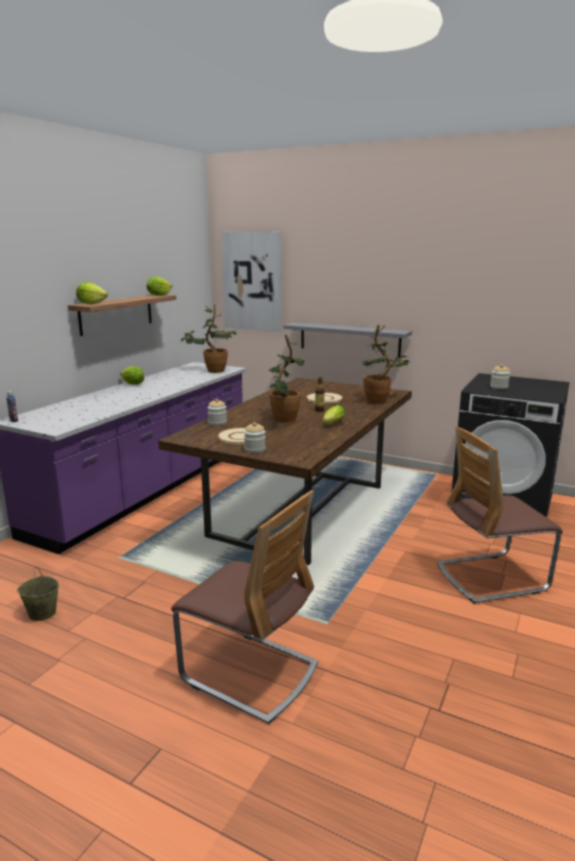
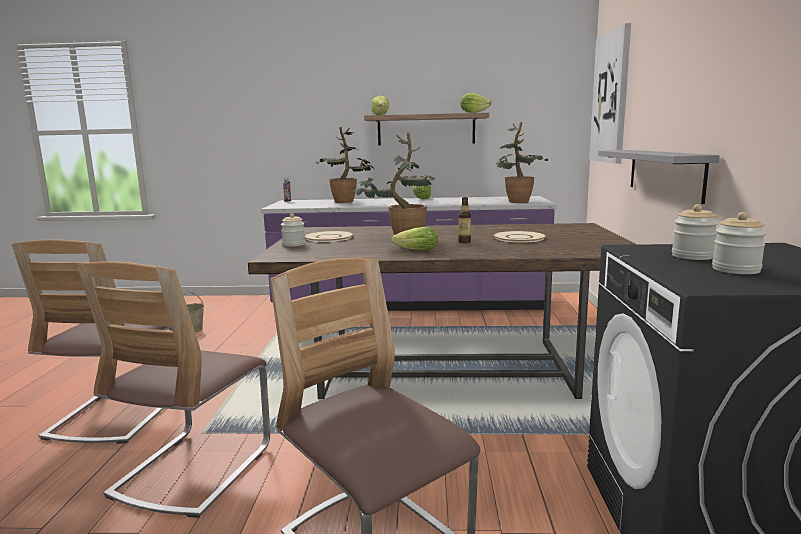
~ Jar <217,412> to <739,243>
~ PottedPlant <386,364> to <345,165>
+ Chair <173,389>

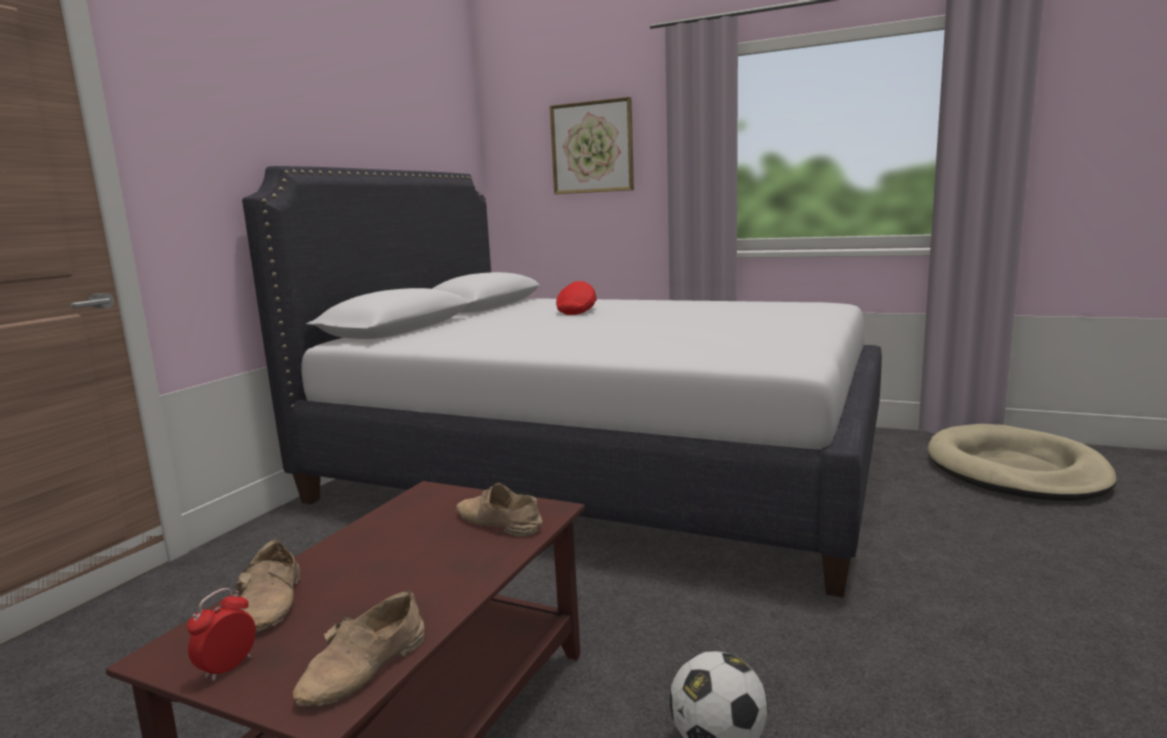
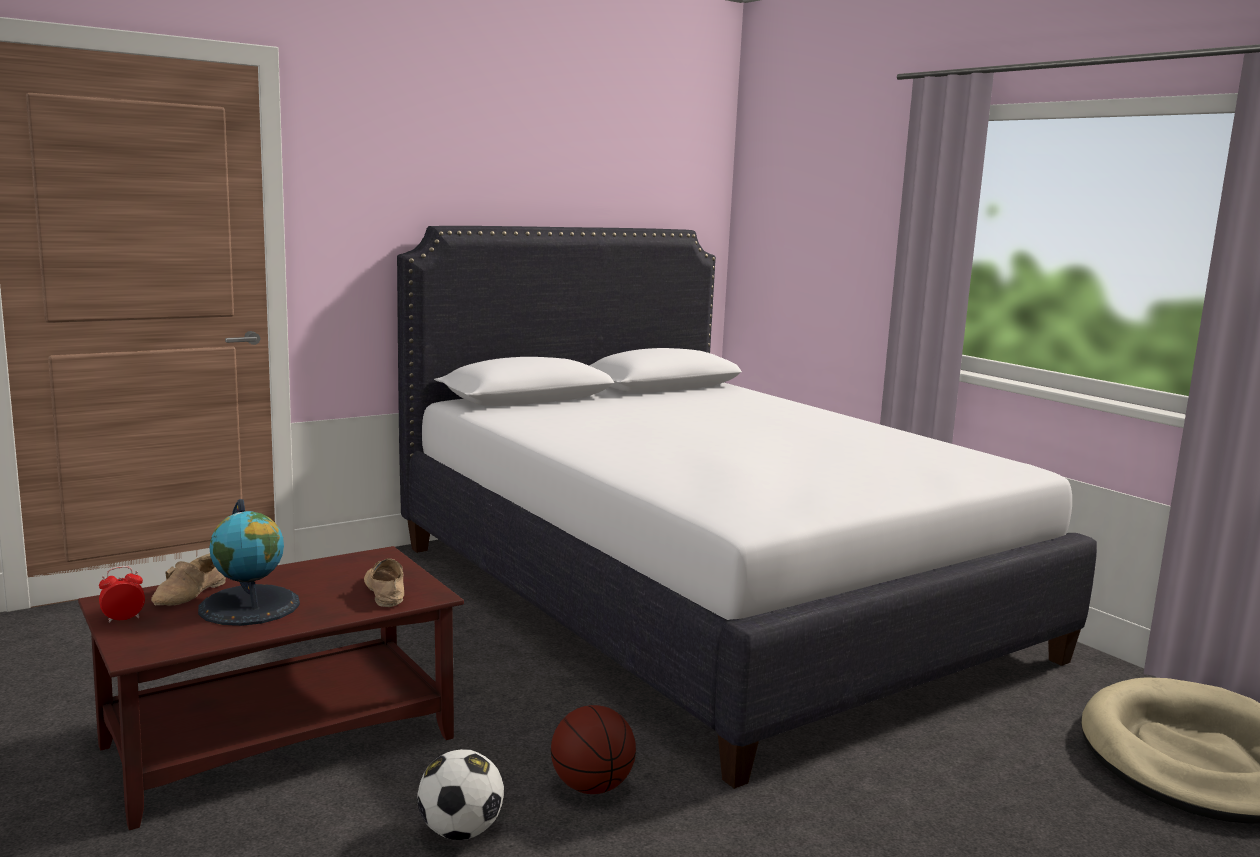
- BeigeShoe <358,648>
- Picture <592,145>
- RedCap <576,298>
+ Globe <249,562>
+ Basketball <593,749>

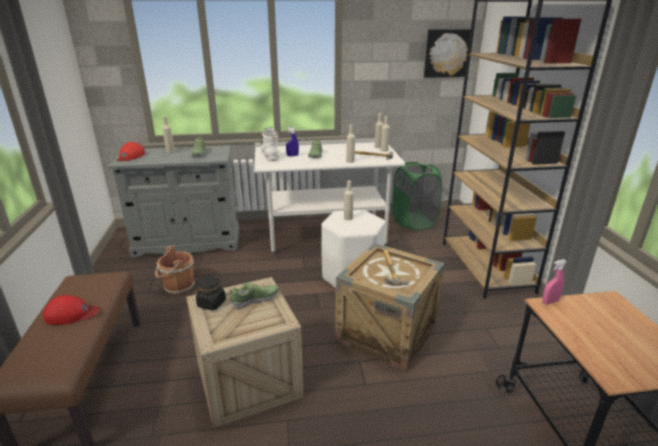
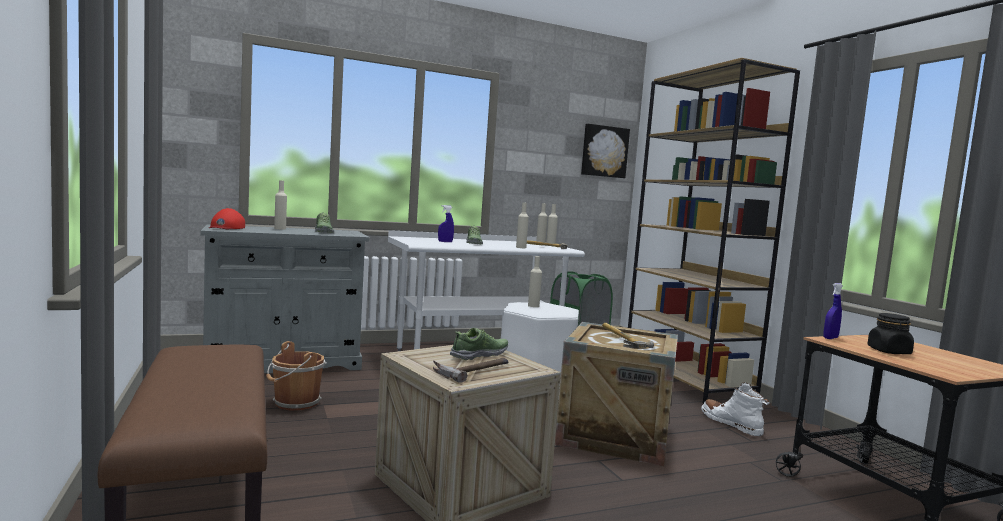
- RedCap <71,310>
~ BlackJar <211,292> to <890,333>
~ WhiteBoot <269,144> to <735,409>
~ PinkSprayBottle <554,281> to BlueSprayBottle <833,311>
+ Hammer <470,370>

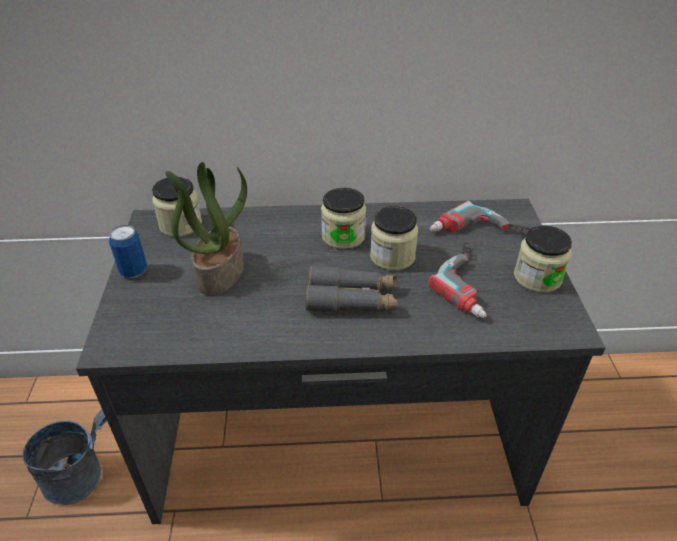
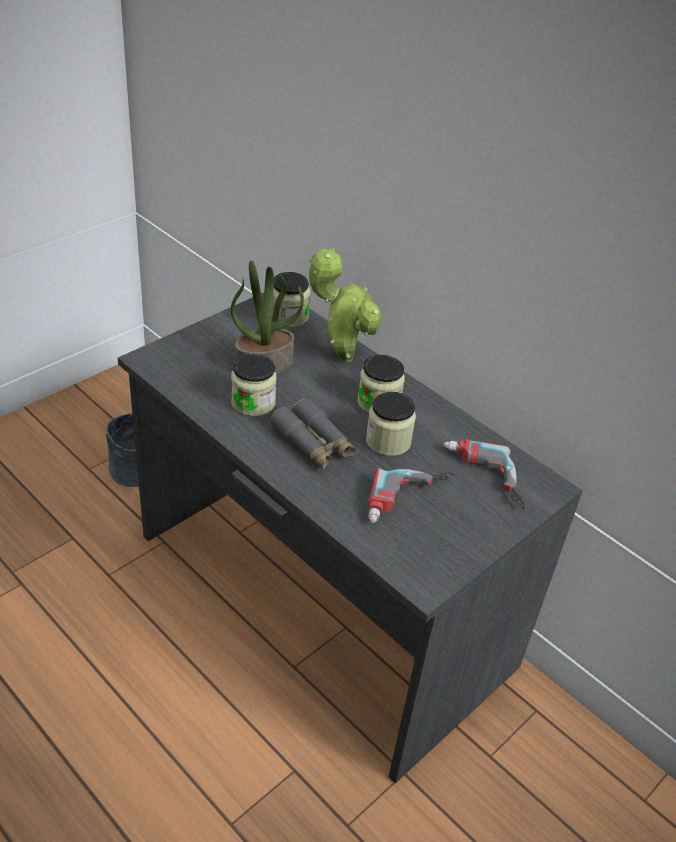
- Can <128,251>
~ Jar <543,259> to <254,385>
+ PottedPlant <345,305>

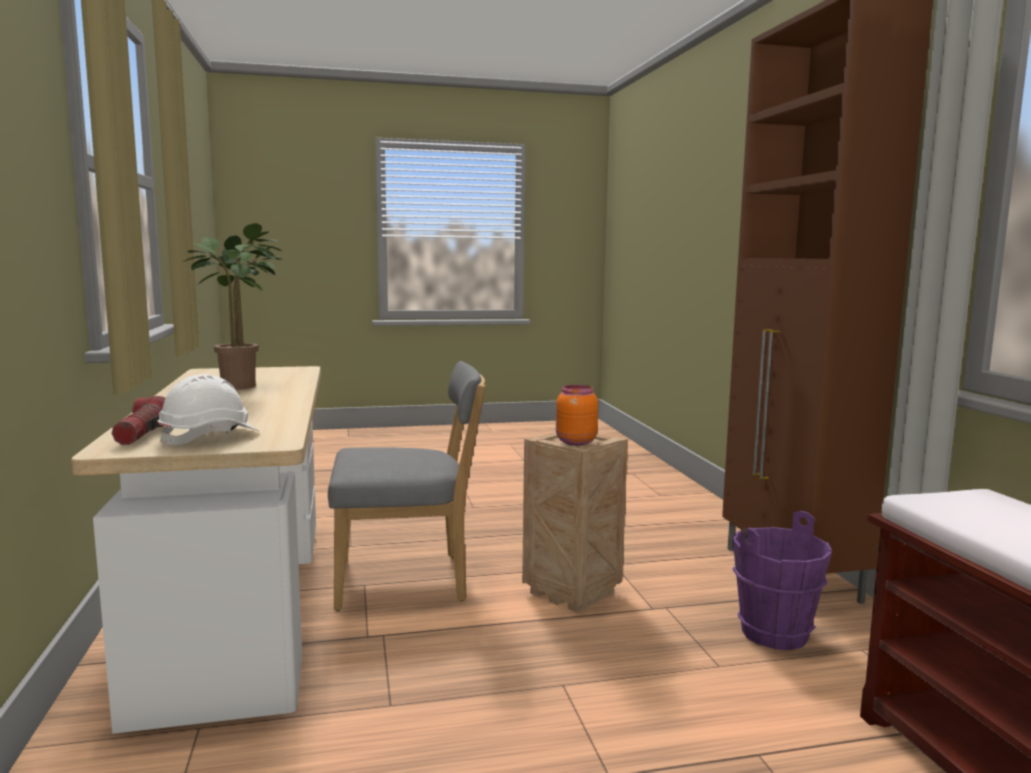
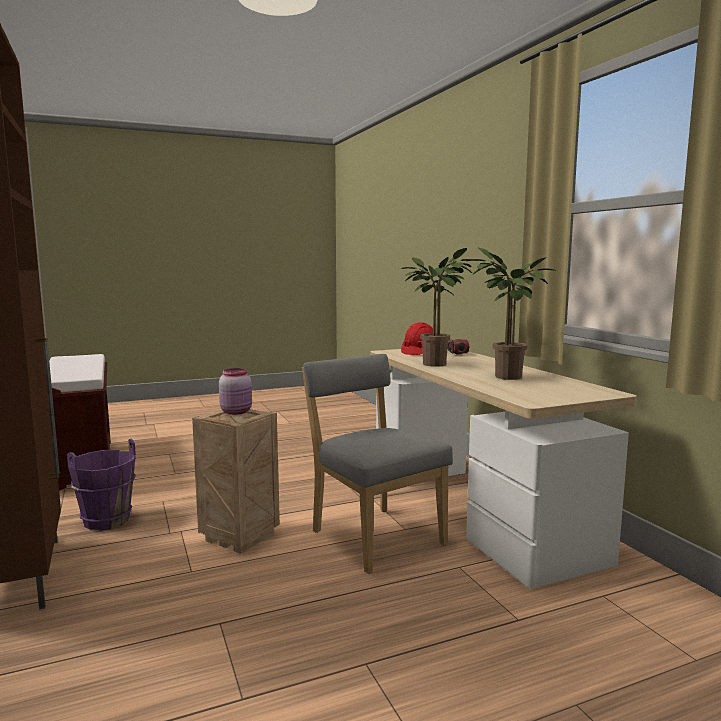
~ WhiteHardHat <208,411> to RedHardHat <417,338>
~ GreyChair <407,486> = <377,464> 75 degrees clockwise
~ OrangeJar <577,415> to PinkJar <235,391>
+ PottedPlant <437,307>

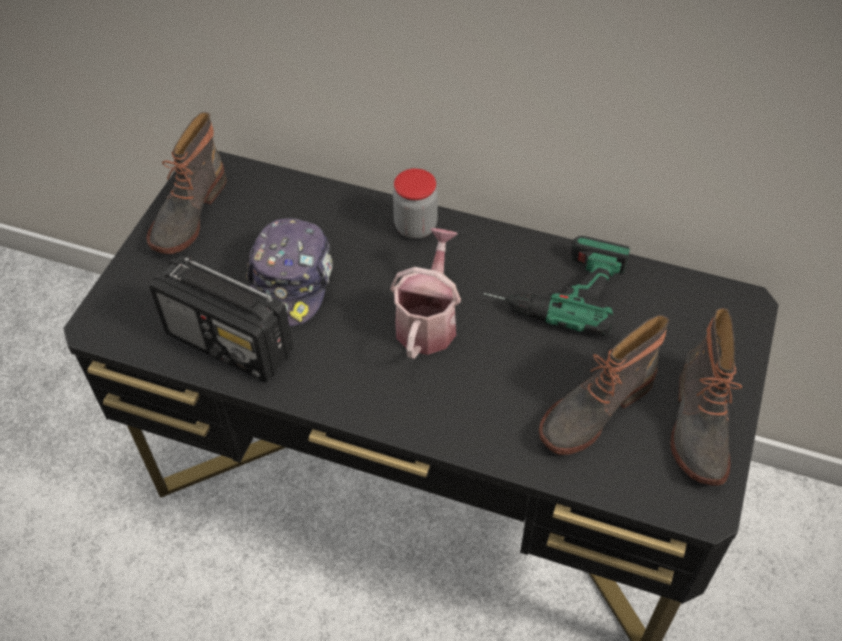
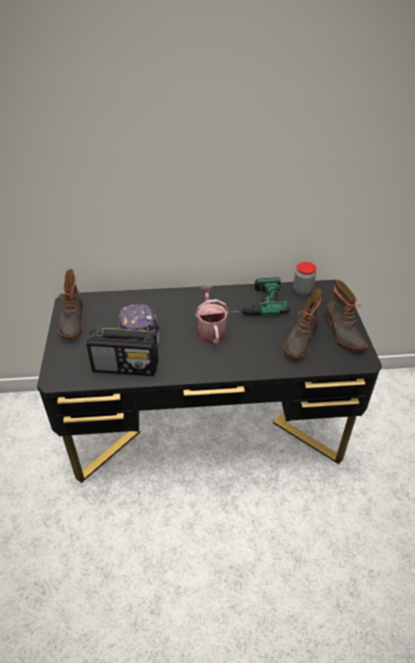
~ Jar <415,203> to <304,278>

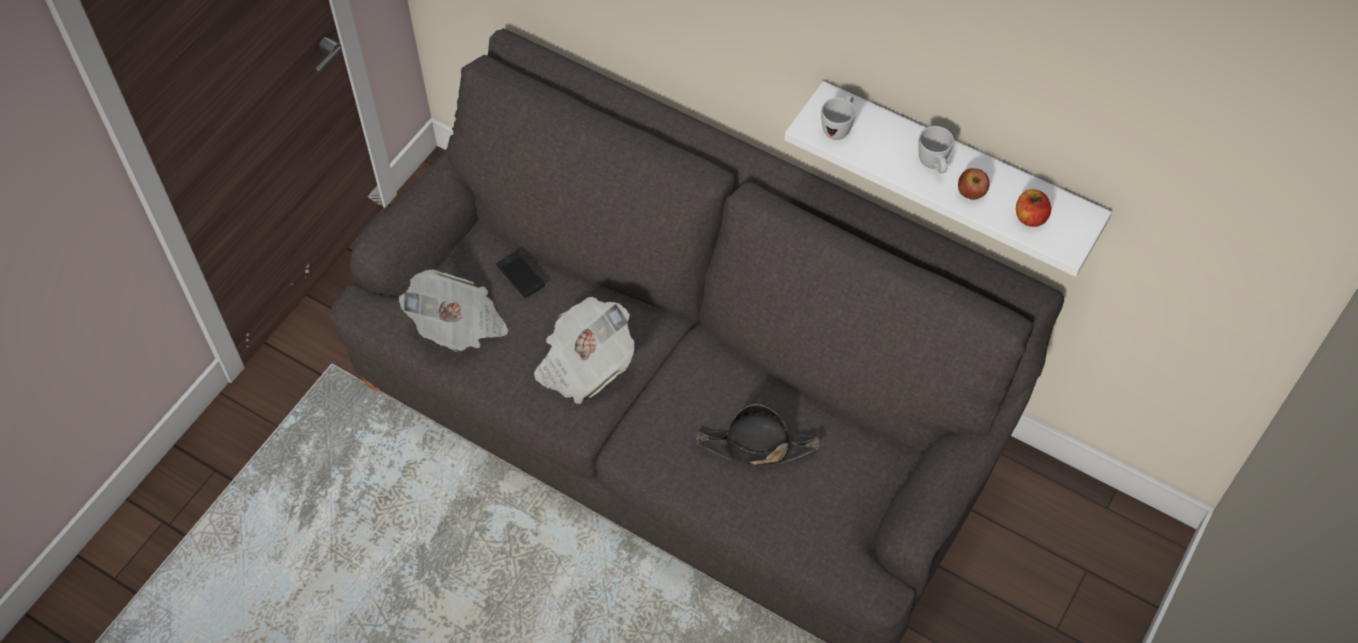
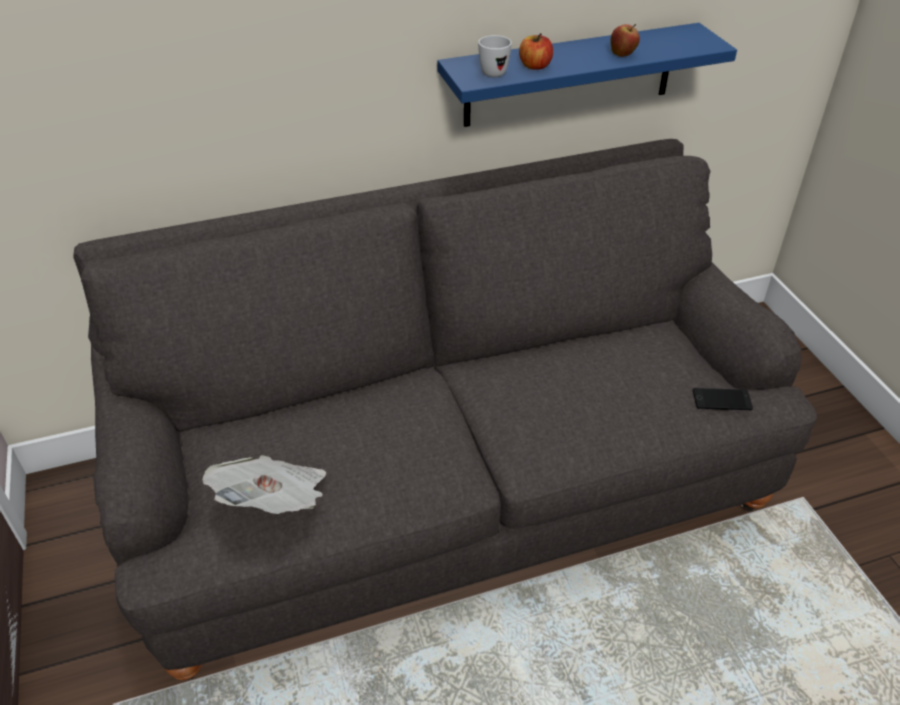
~ Phone <520,275> to <723,399>
- Newspaper <584,350>
- BlackHat <757,434>
~ WhiteShelf <948,179> to BlueShelf <587,75>
- WhiteMug <936,149>
~ Apple <1033,208> to <536,51>

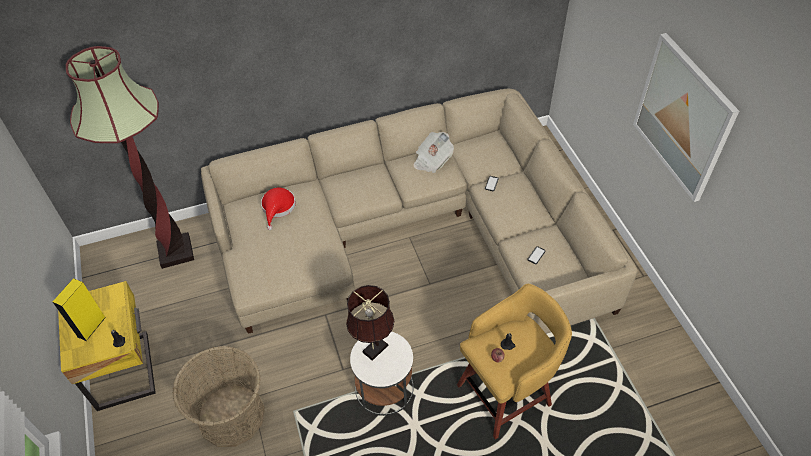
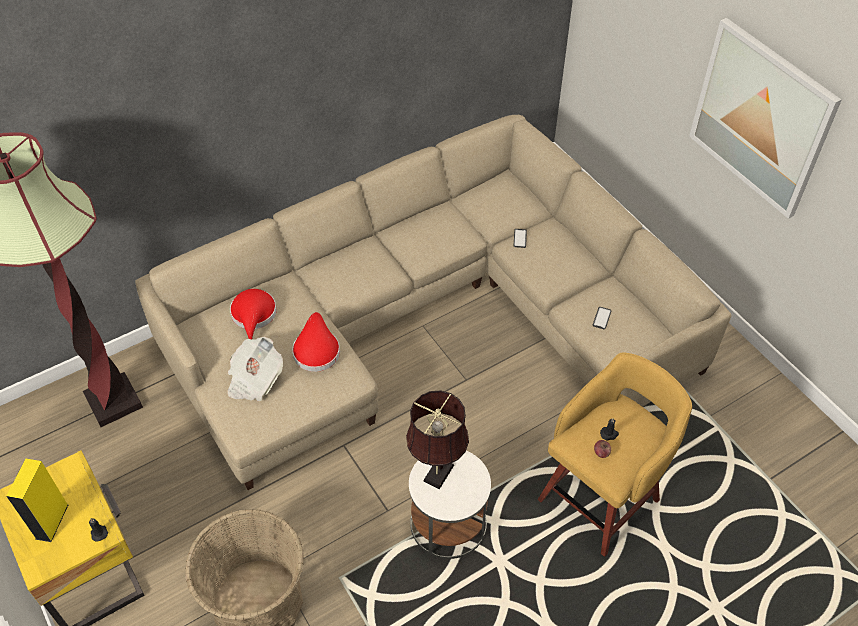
~ Newspaper <433,152> to <255,369>
+ RedHat <316,342>

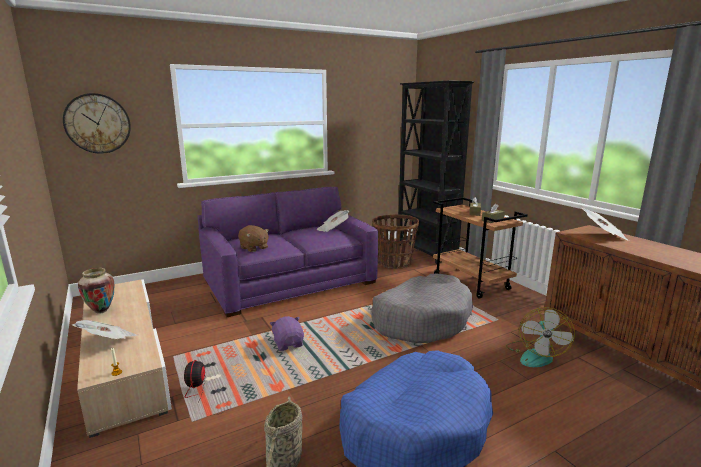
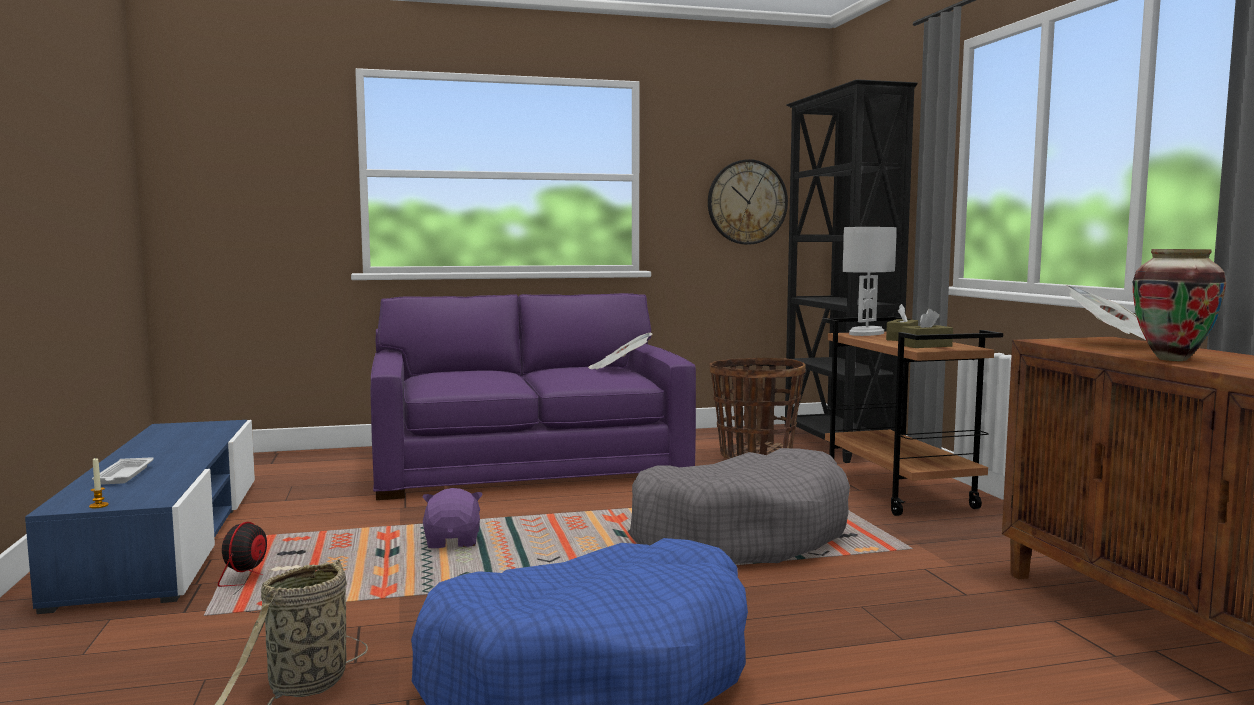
~ WallClock <97,123> to <748,202>
~ Newspaper <105,329> to WhiteTray <123,470>
~ BeigeTvStand <124,358> to BlueTvStand <140,517>
~ Vase <96,291> to <1179,305>
- BrownPlushToy <253,238>
- Fan <540,337>
+ WhiteTableLamp <870,281>

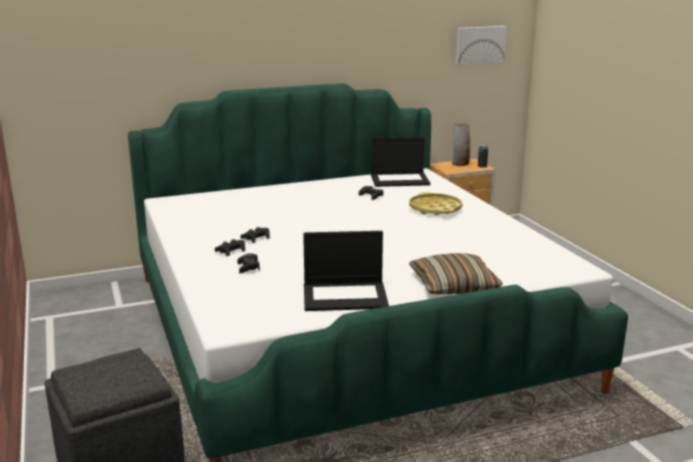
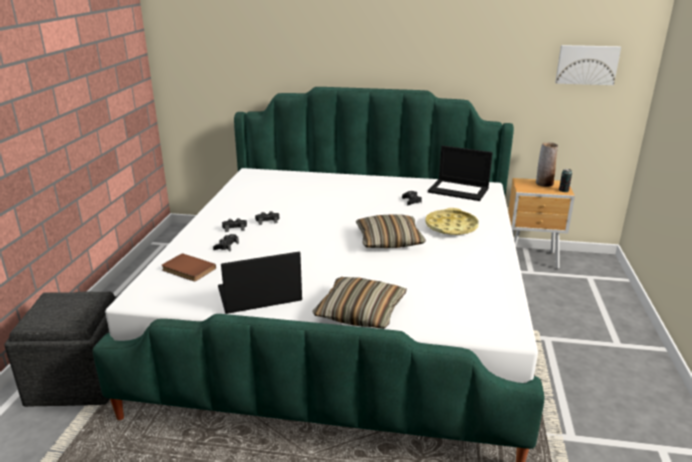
~ Laptop <346,271> = <260,283> 135 degrees clockwise
+ BrownBook <189,267>
+ Pillow <390,231>

